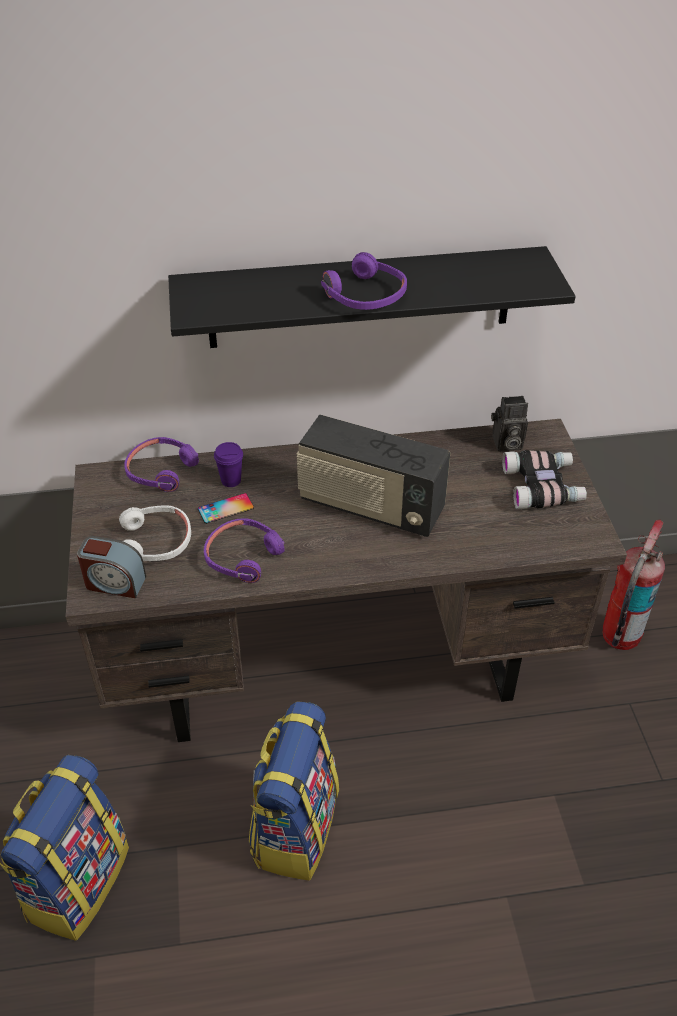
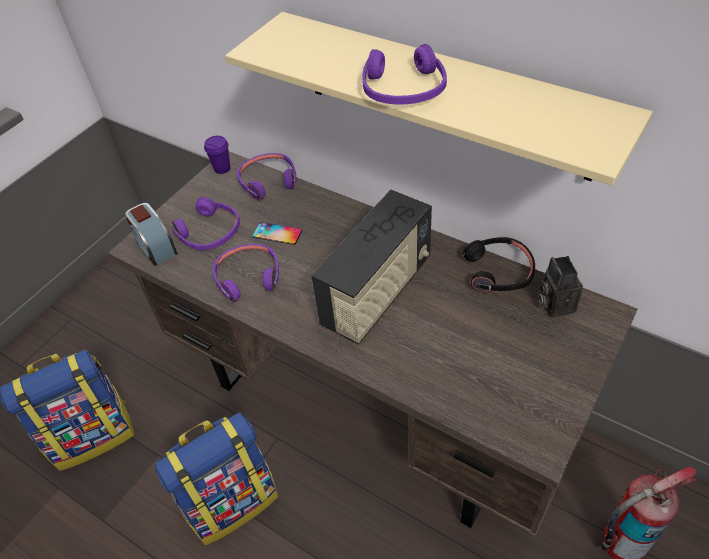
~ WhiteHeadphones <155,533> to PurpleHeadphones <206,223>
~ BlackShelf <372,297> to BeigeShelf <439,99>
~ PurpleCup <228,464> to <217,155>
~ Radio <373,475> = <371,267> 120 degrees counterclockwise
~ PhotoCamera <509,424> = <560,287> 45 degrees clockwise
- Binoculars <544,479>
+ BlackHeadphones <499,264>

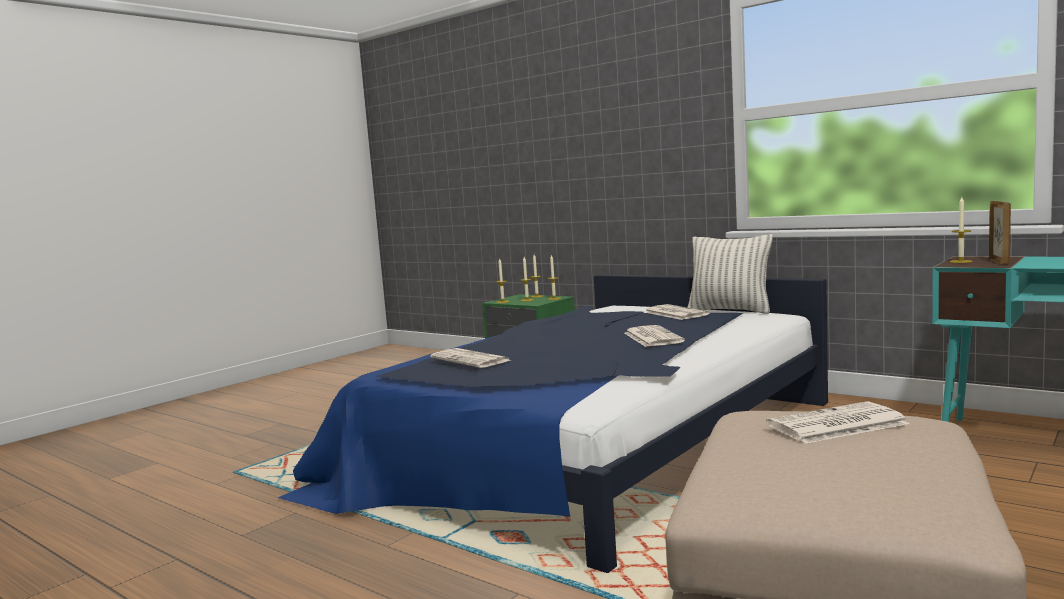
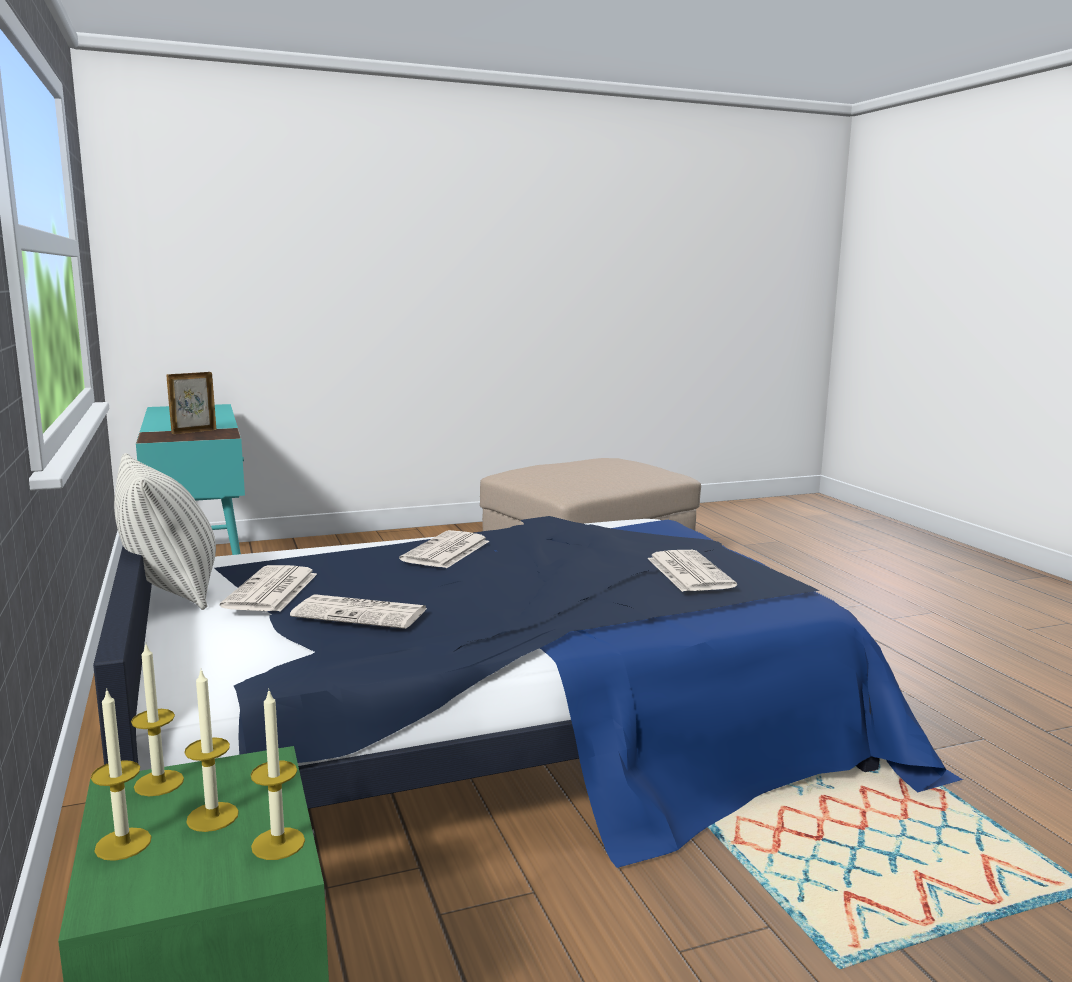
~ Newspaper <838,422> to <359,611>
- Candle <961,230>

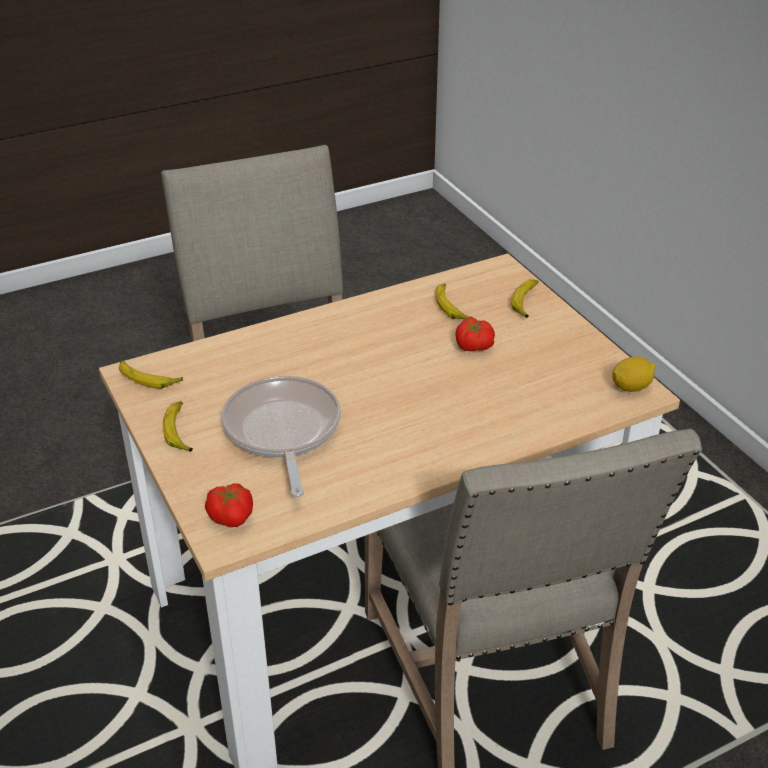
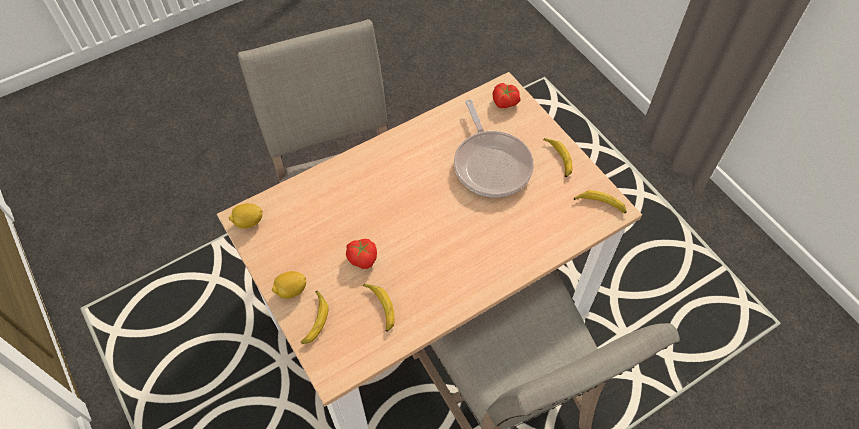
+ Lemon <289,285>

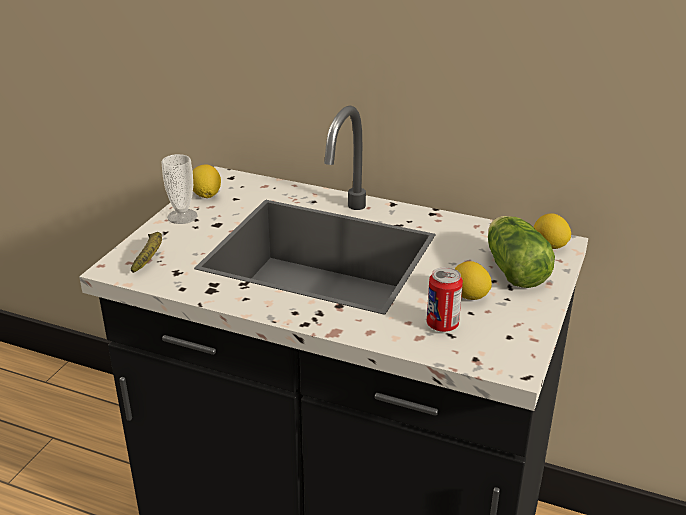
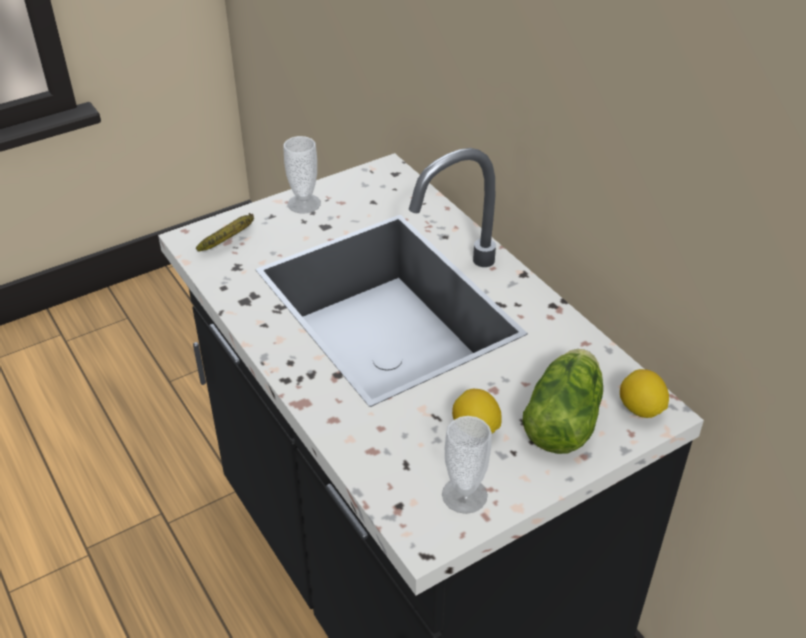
- Lemon <207,181>
- Can <445,299>
+ Cup <467,465>

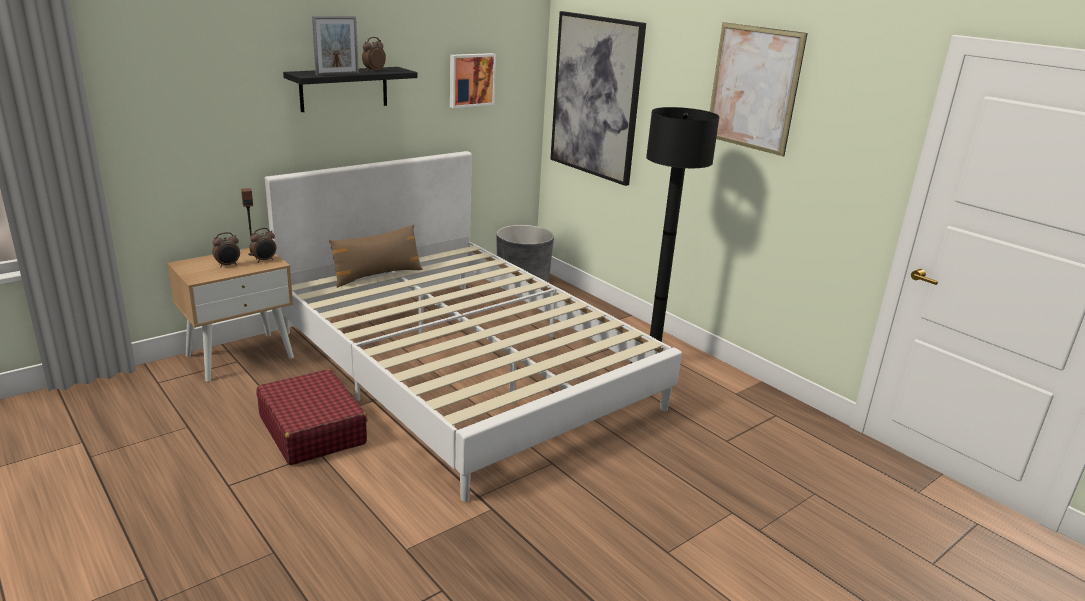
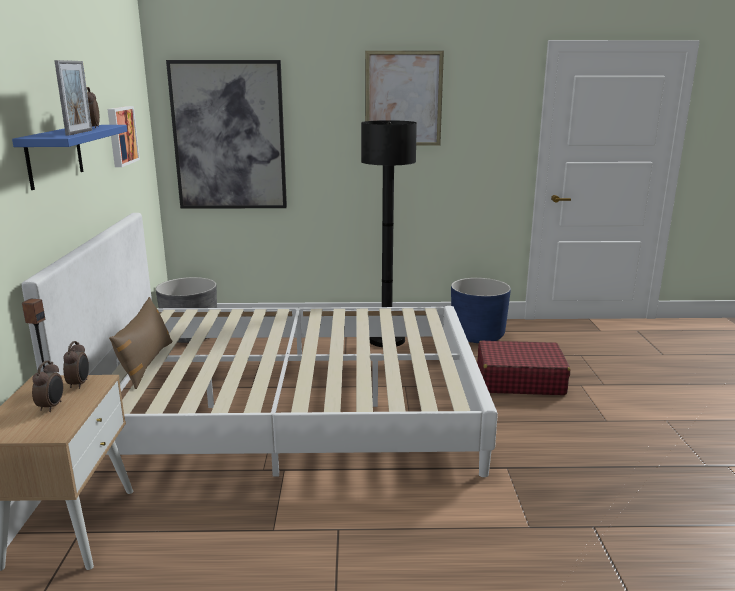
~ RedSuitcase <311,417> to <523,368>
~ BlackShelf <350,89> to BlueShelf <69,157>
+ BluePlanter <481,310>

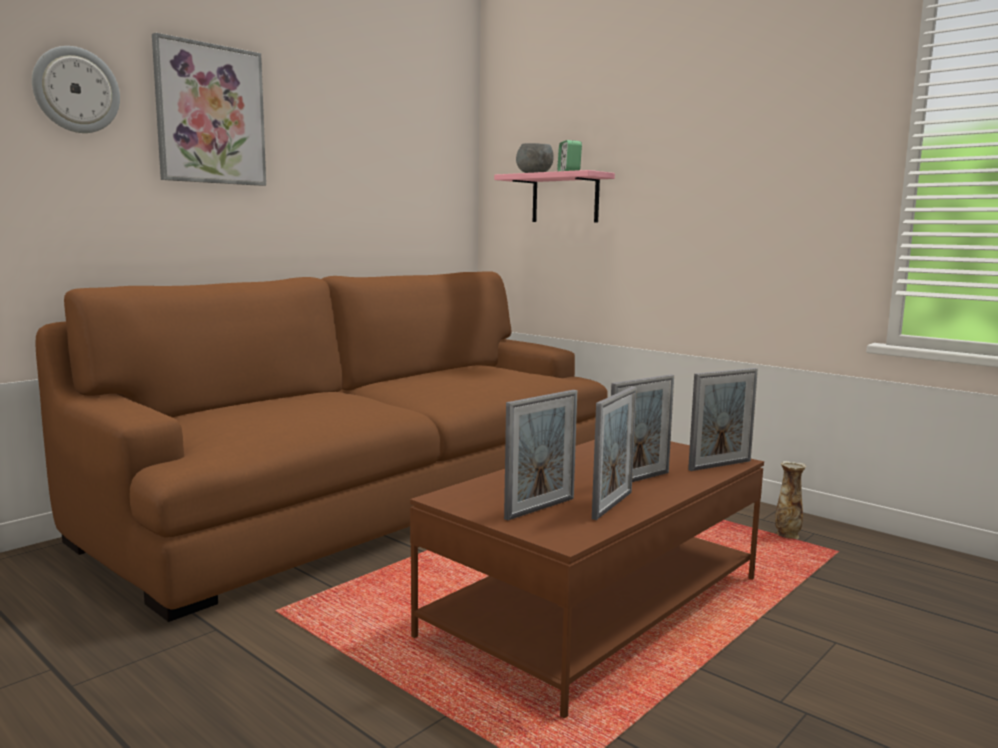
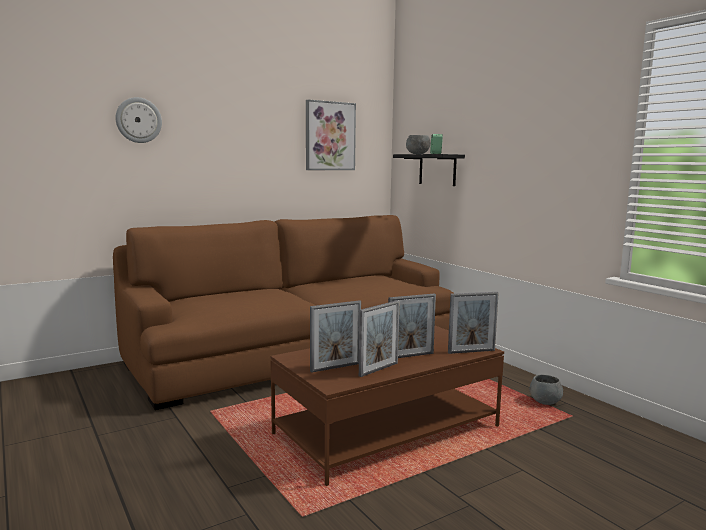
~ Picture <209,109> to <331,135>
~ PinkShelf <554,196> to BlackShelf <429,170>
~ Vase <790,500> to GreyBowl <546,390>

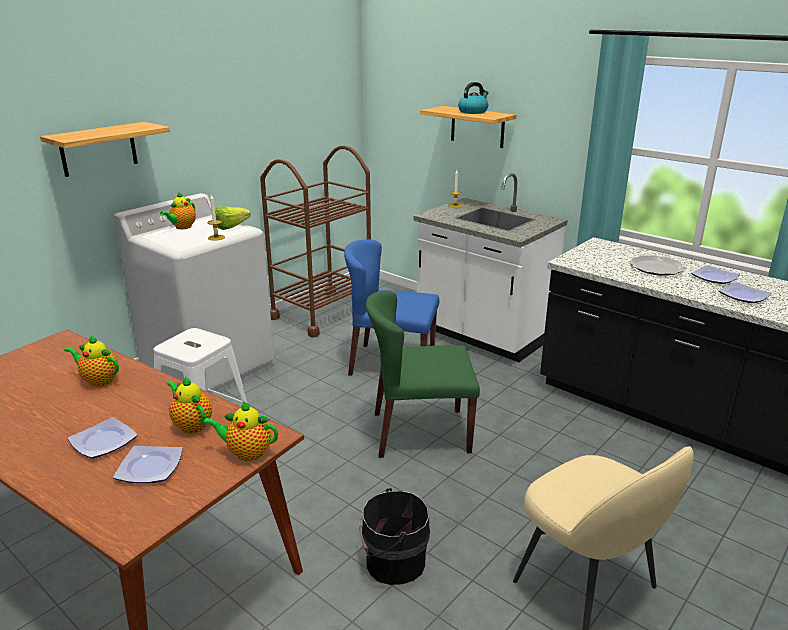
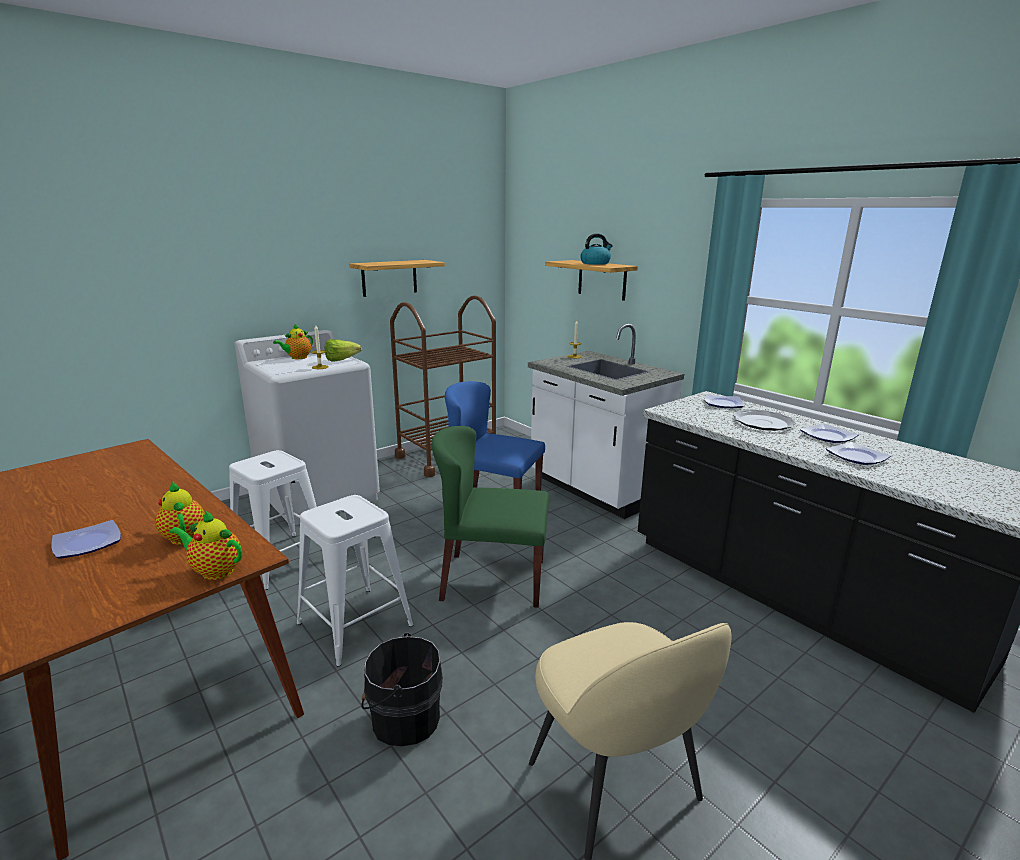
~ Shelf <105,149> to <397,278>
- Teapot <91,360>
~ Plate <148,464> to <724,401>
+ WhiteStool <355,581>

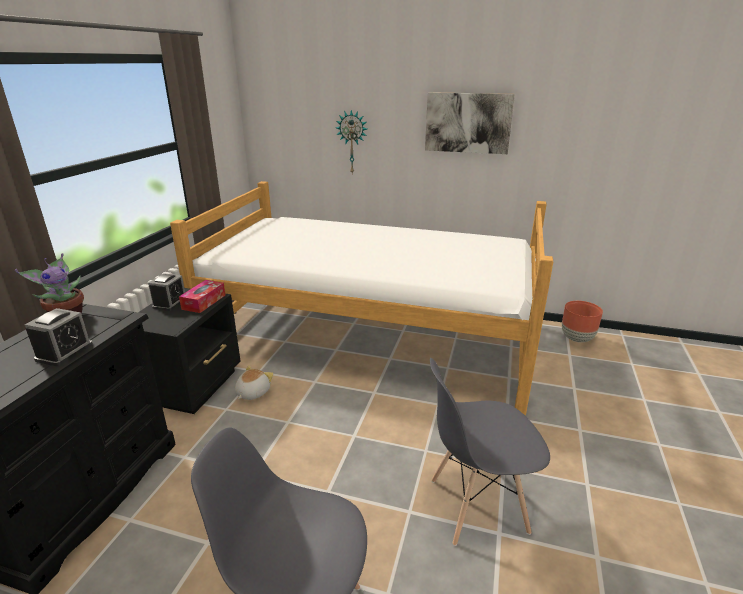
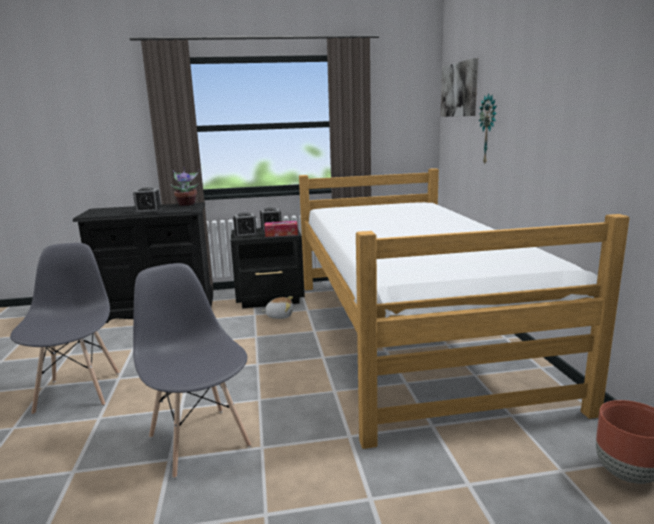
~ Picture <470,123> to <459,87>
+ AlarmClock <245,225>

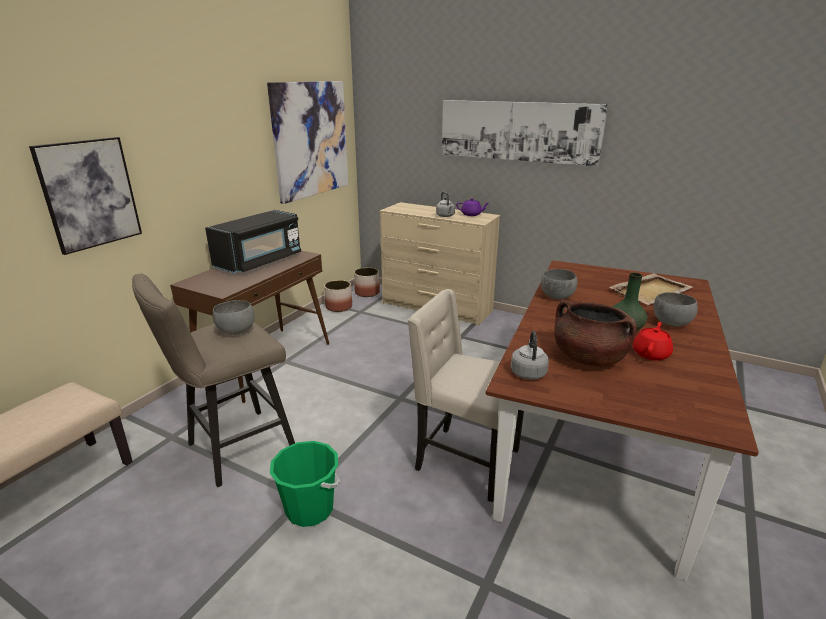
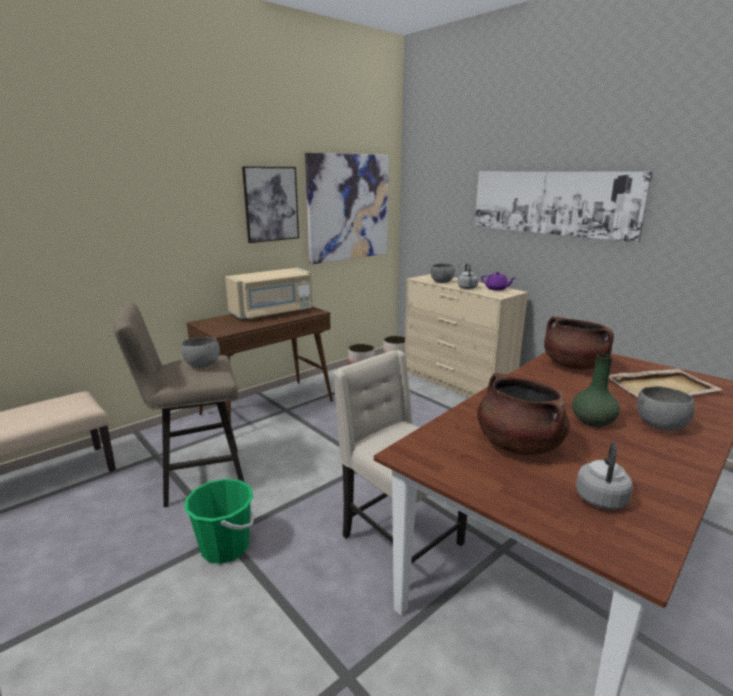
~ Picture <85,196> to <270,204>
~ BlackMicrowave <253,241> to BeigeMicrowave <269,294>
~ GreyKettle <530,355> to <604,475>
~ GreyBowl <559,284> to <443,273>
- RedTeapot <653,341>
+ BrownCookingPot <579,343>

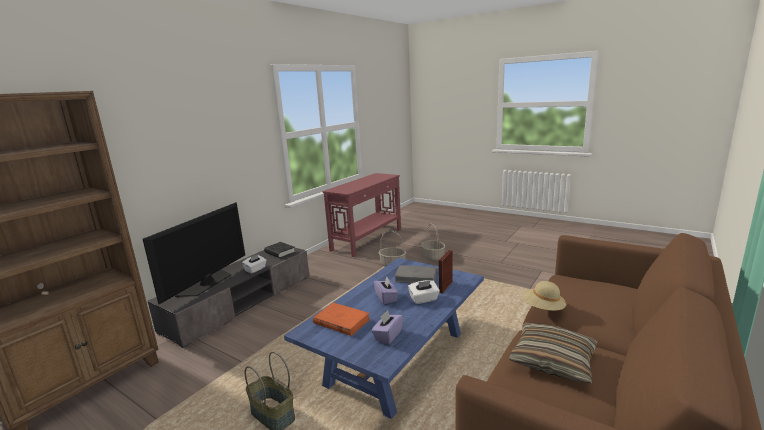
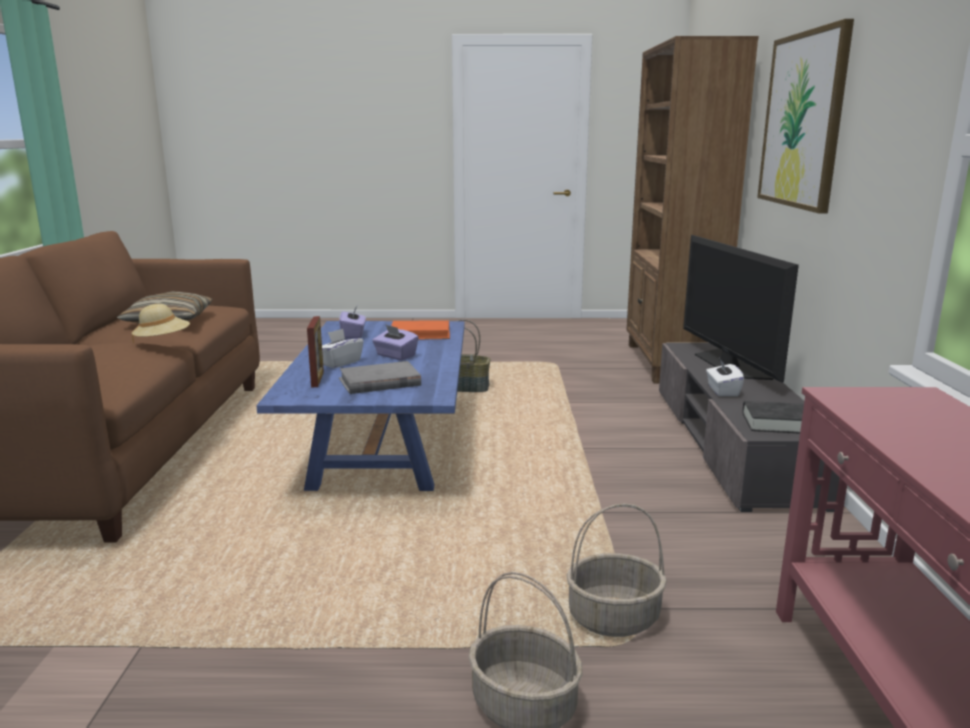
+ Picture <805,116>

